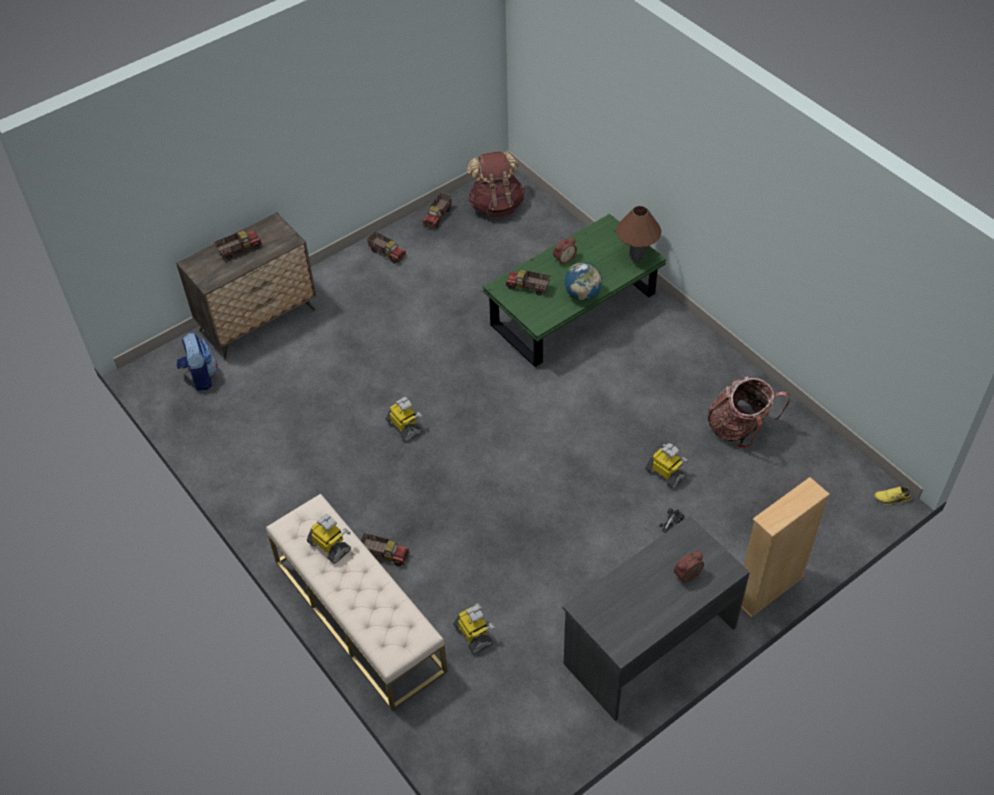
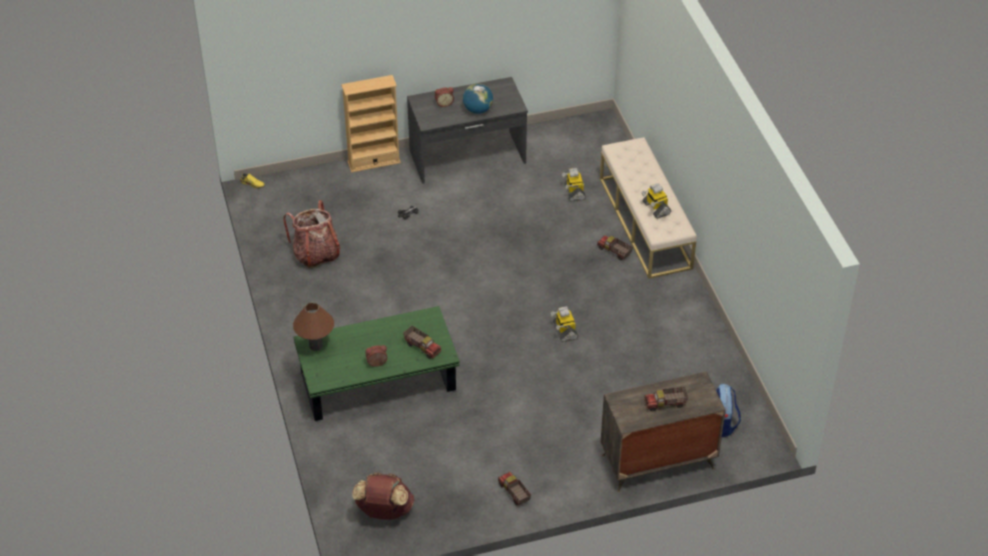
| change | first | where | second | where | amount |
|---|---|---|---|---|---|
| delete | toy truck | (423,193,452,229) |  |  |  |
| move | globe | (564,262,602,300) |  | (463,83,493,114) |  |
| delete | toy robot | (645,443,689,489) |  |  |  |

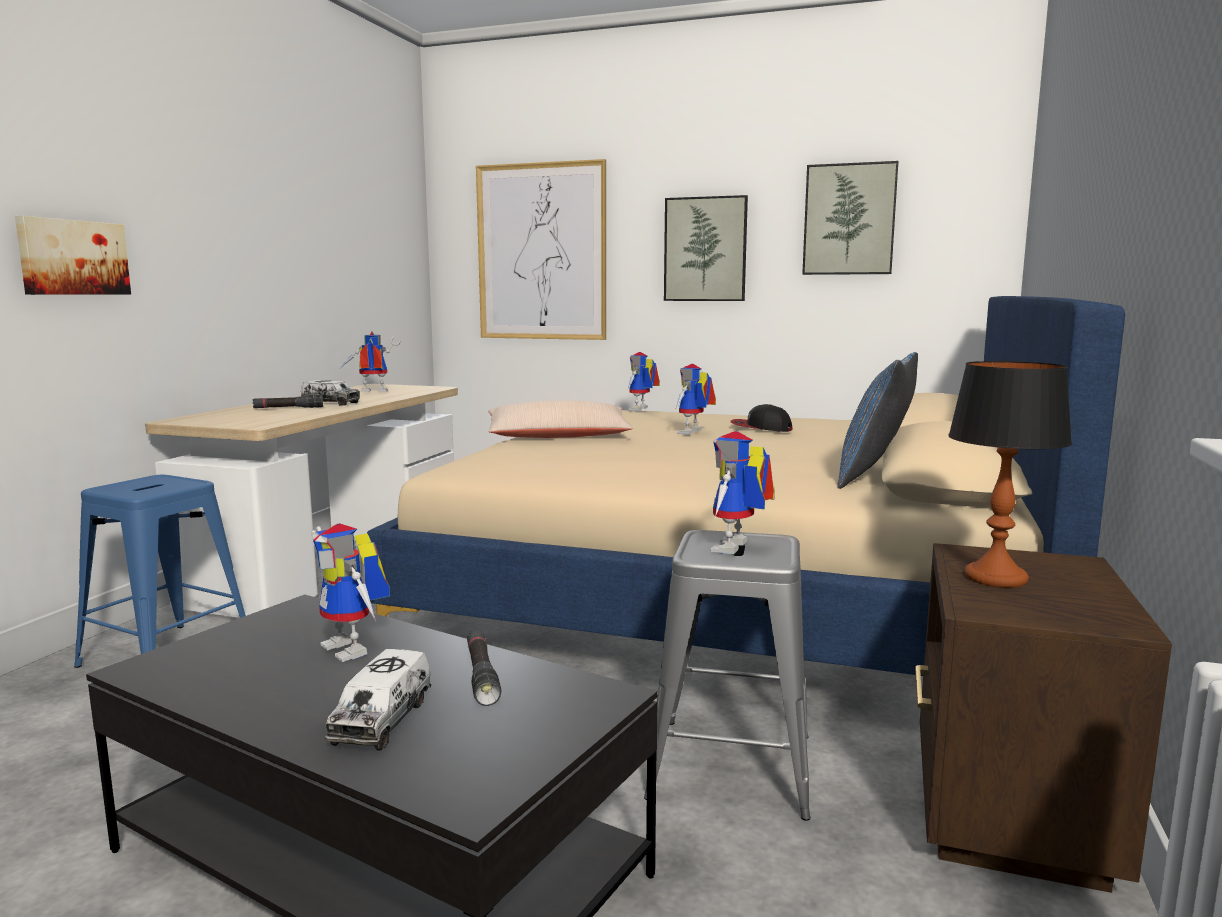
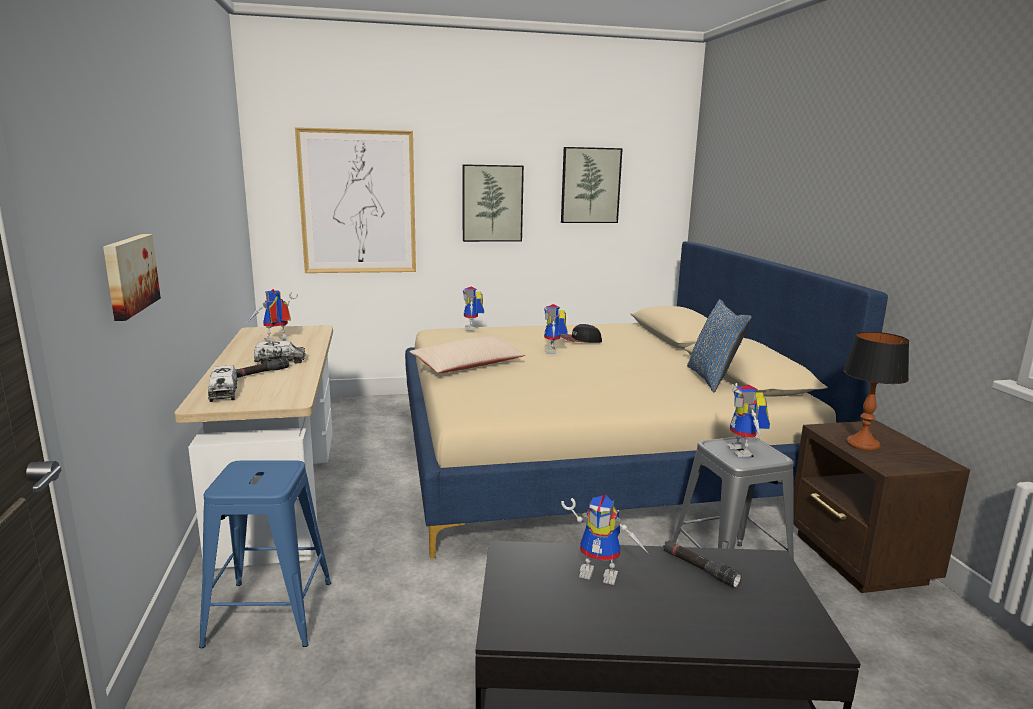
| change | first | where | second | where | amount |
|---|---|---|---|---|---|
| move | toy truck | (325,649,431,751) |  | (208,366,237,402) |  |

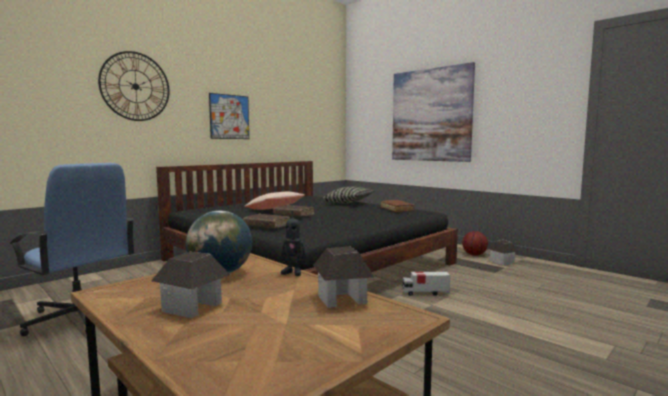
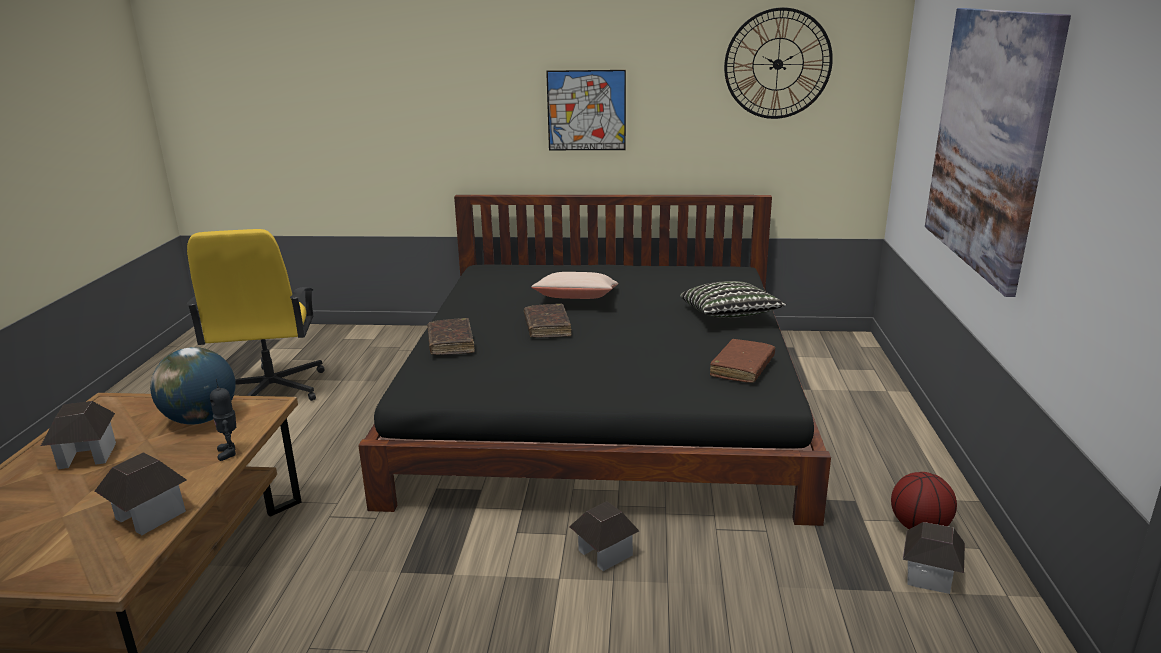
| change | first | where | second | where | amount |
|---|---|---|---|---|---|
| move | wall clock | (98,51,170,121) |  | (724,7,833,119) |  |
| recolor | blue office chair | (9,163,134,336) | yellow office chair | (186,229,324,401) |  |
| replace | toy truck | (402,272,451,295) | toy house | (569,501,639,571) |  |

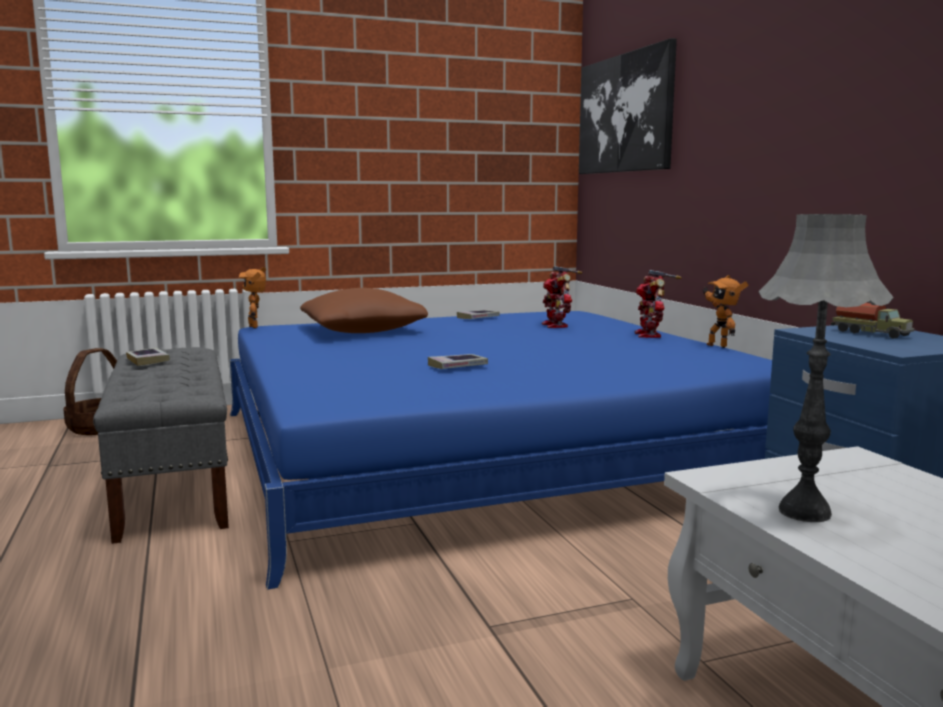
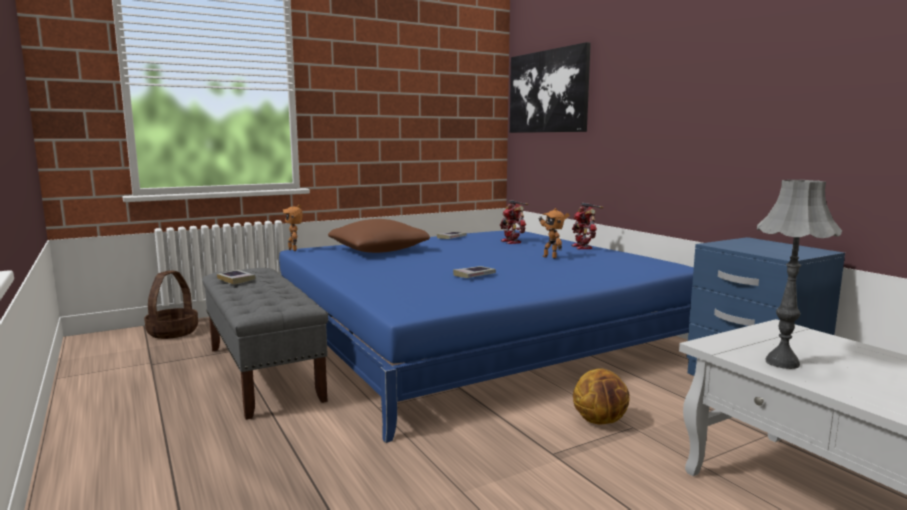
| change | first | where | second | where | amount |
|---|---|---|---|---|---|
| move | toy robot | (702,275,749,348) |  | (538,208,570,259) |  |
| delete | toy truck | (831,303,915,339) |  |  |  |
| insert |  |  | basketball | (573,369,630,425) |  |

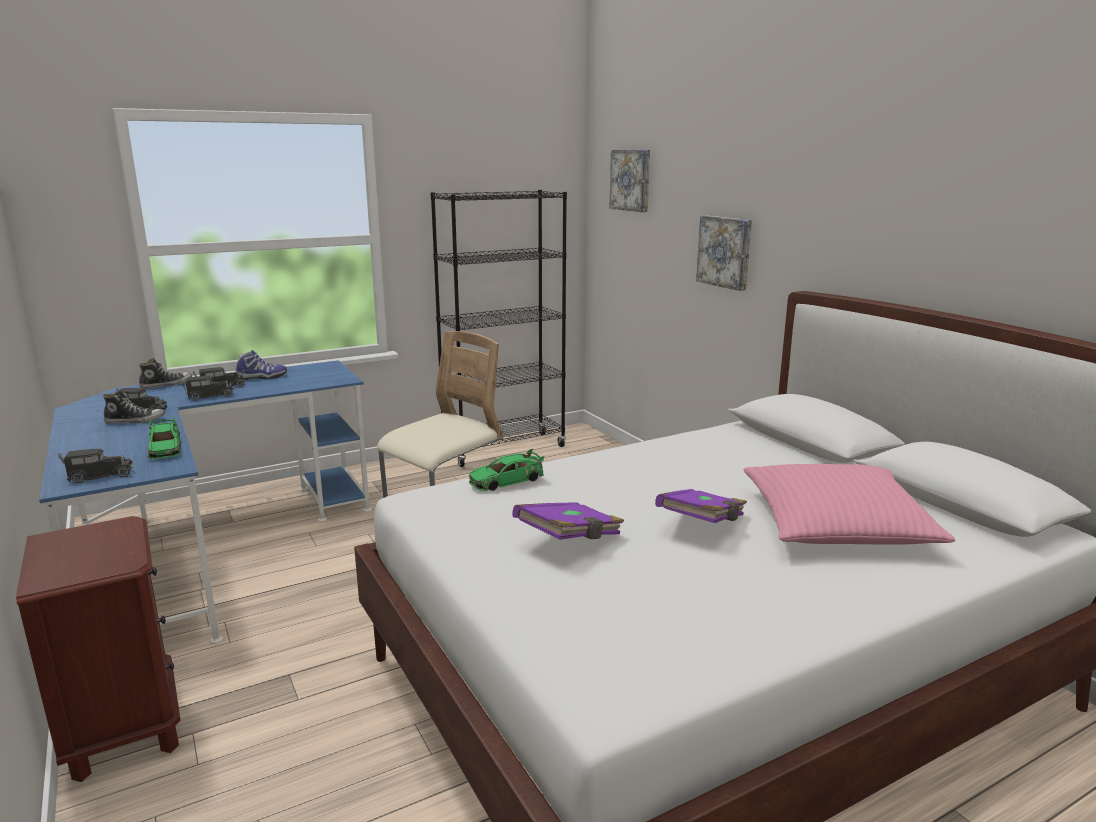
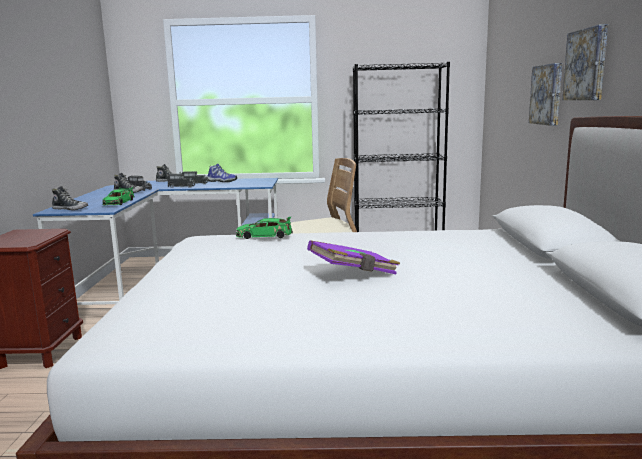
| change | first | where | second | where | amount |
|---|---|---|---|---|---|
| move | picture | (609,150,650,212) |  | (562,24,608,100) |  |
| replace | toy truck | (58,449,134,483) | shoe | (52,186,88,210) |  |
| delete | pink pillow | (743,464,955,545) |  |  |  |
| delete | purple book | (512,502,624,540) |  |  |  |

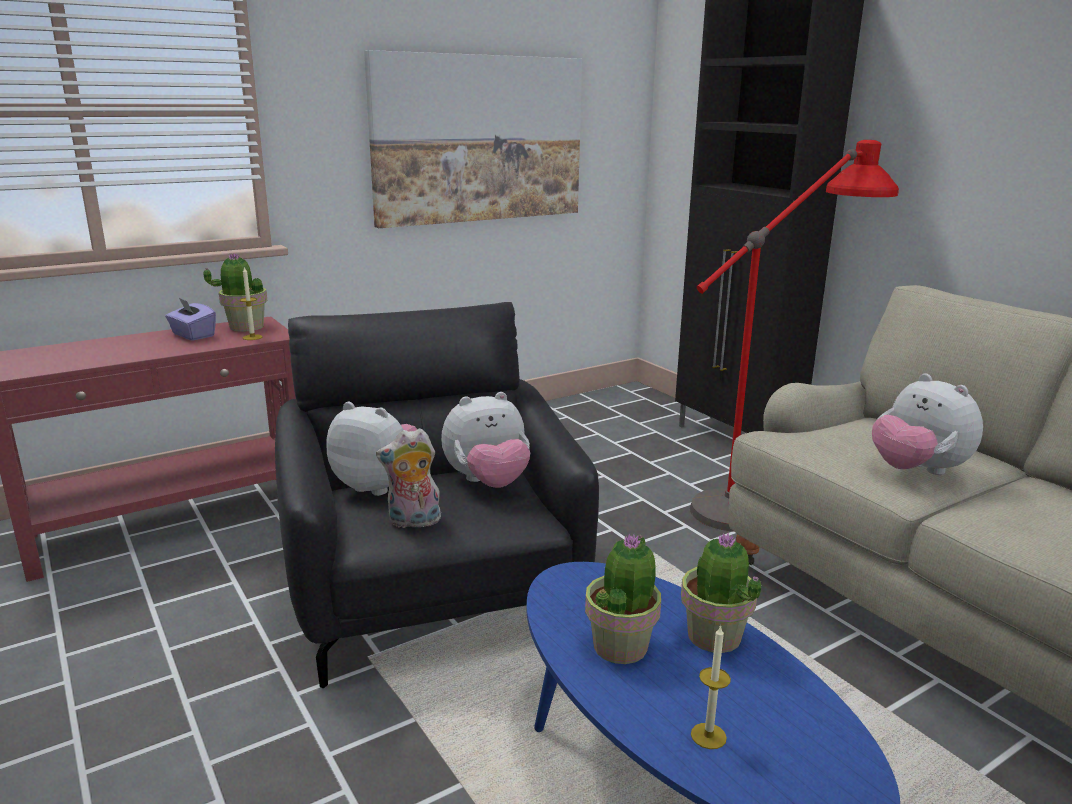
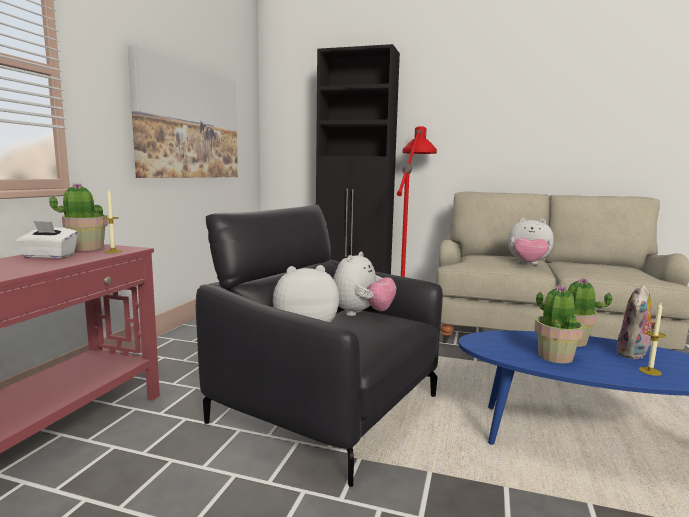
| change | first | where | second | where | amount |
|---|---|---|---|---|---|
| recolor | purple tissue box | (165,298,216,341) | white tissue box | (17,221,78,258) |  |
| move | plush toy | (376,428,441,530) |  | (616,284,655,359) |  |

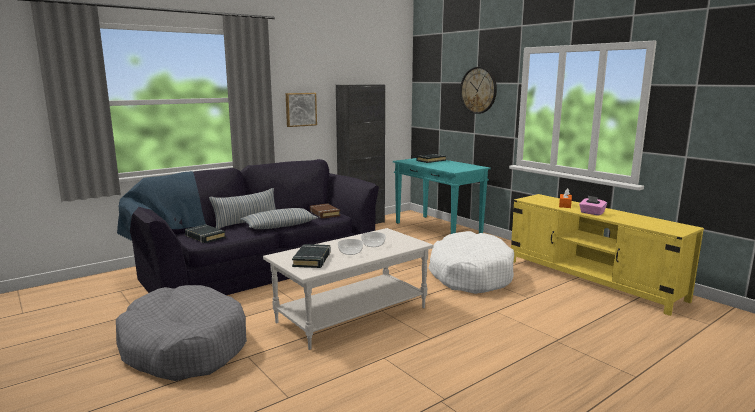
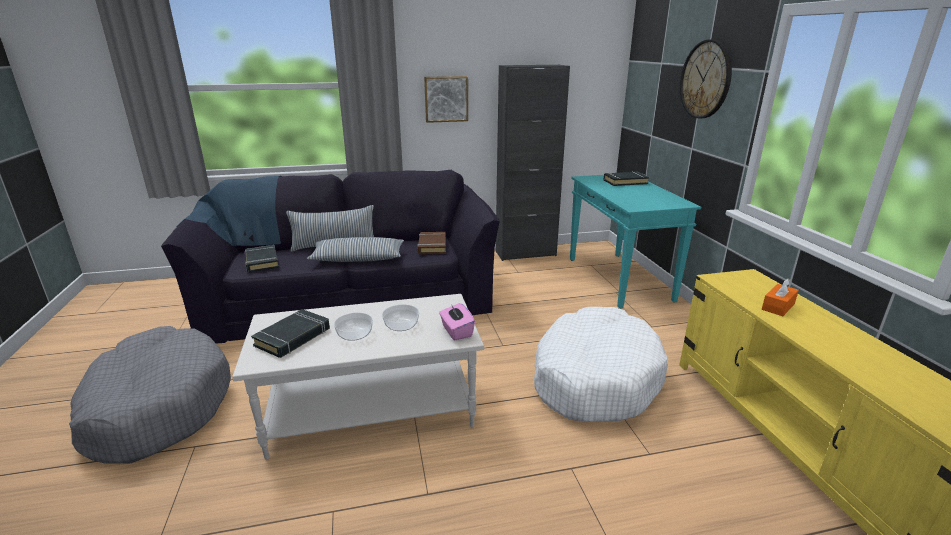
| change | first | where | second | where | amount |
|---|---|---|---|---|---|
| move | pink tissue box | (579,196,607,216) |  | (439,303,475,340) |  |

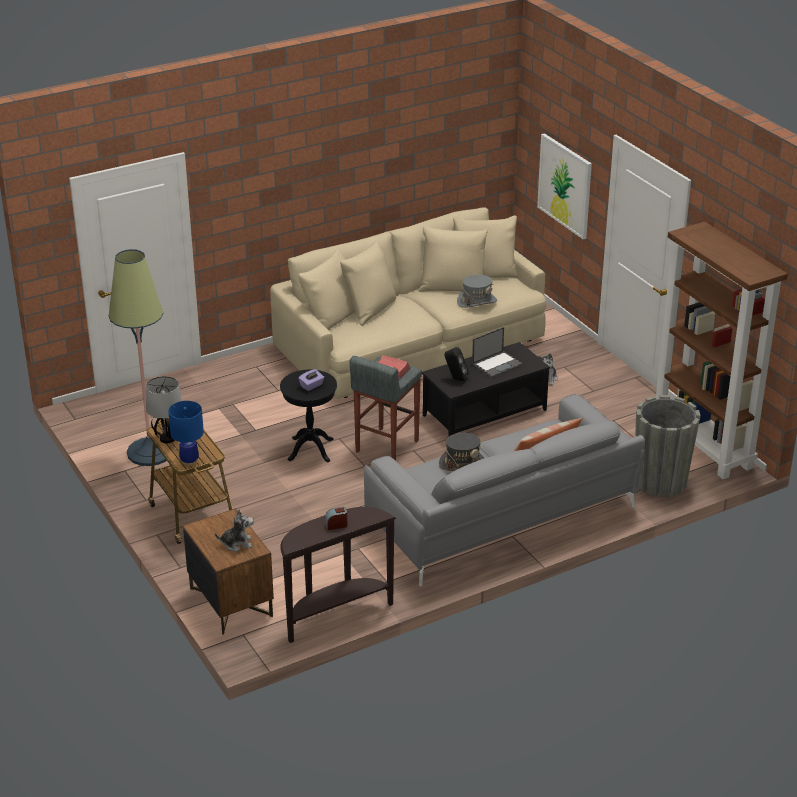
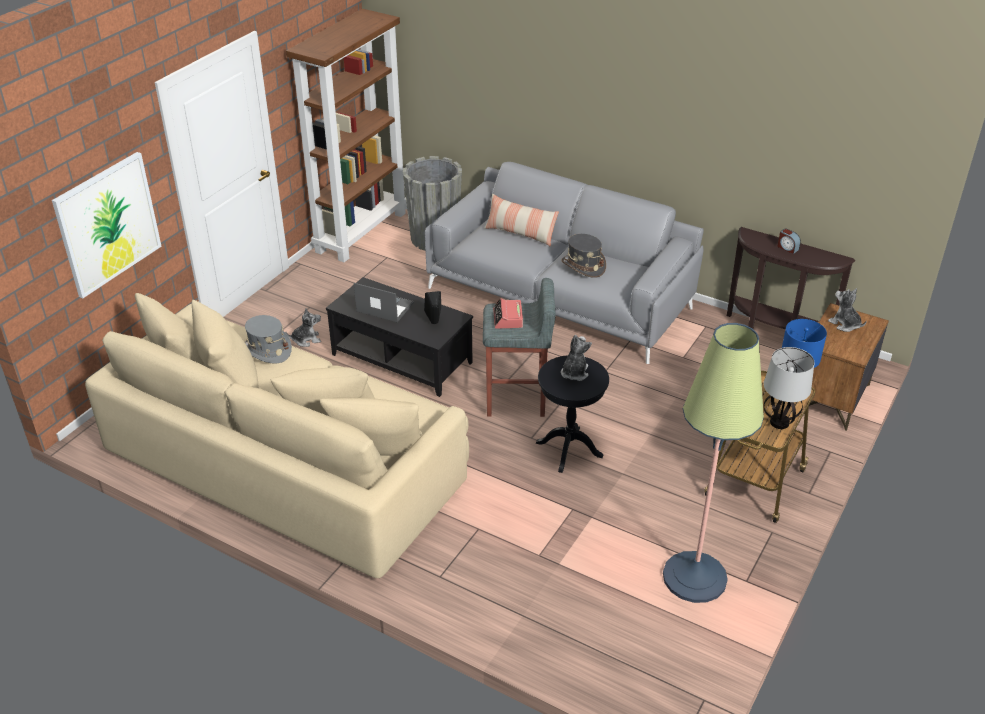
| change | first | where | second | where | amount |
|---|---|---|---|---|---|
| replace | purple tissue box | (299,369,324,391) | plush toy | (561,335,592,381) |  |

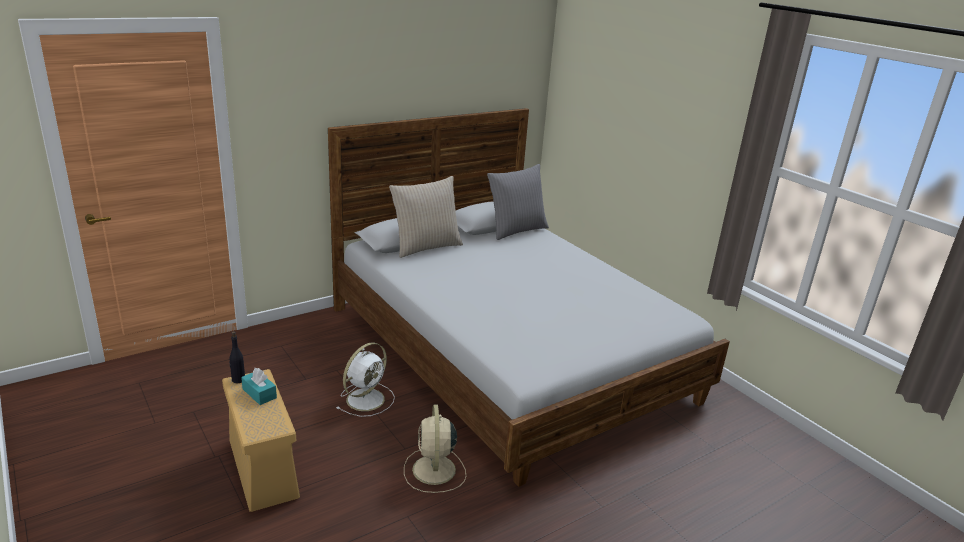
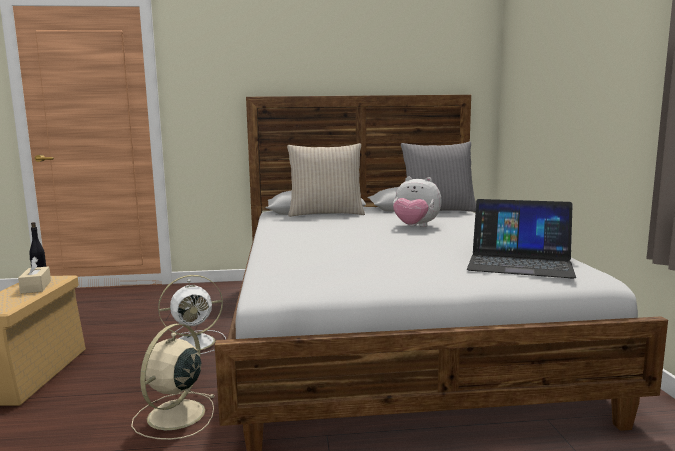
| change | first | where | second | where | amount |
|---|---|---|---|---|---|
| recolor | turquoise tissue box | (241,368,277,405) | beige tissue box | (18,257,51,294) |  |
| insert |  |  | plush toy | (393,176,442,227) |  |
| insert |  |  | laptop | (467,199,576,279) |  |

